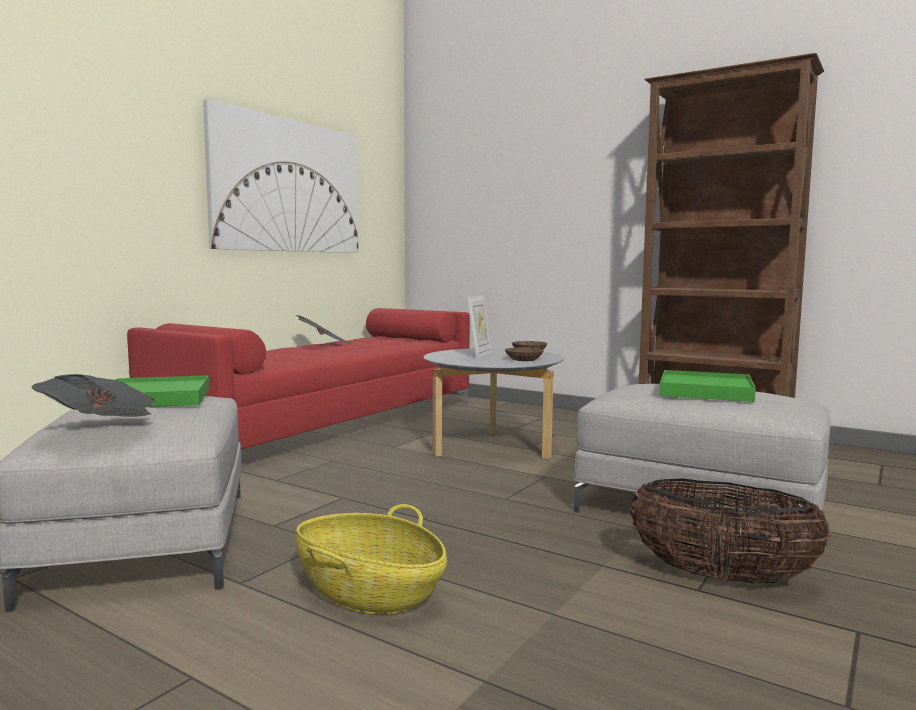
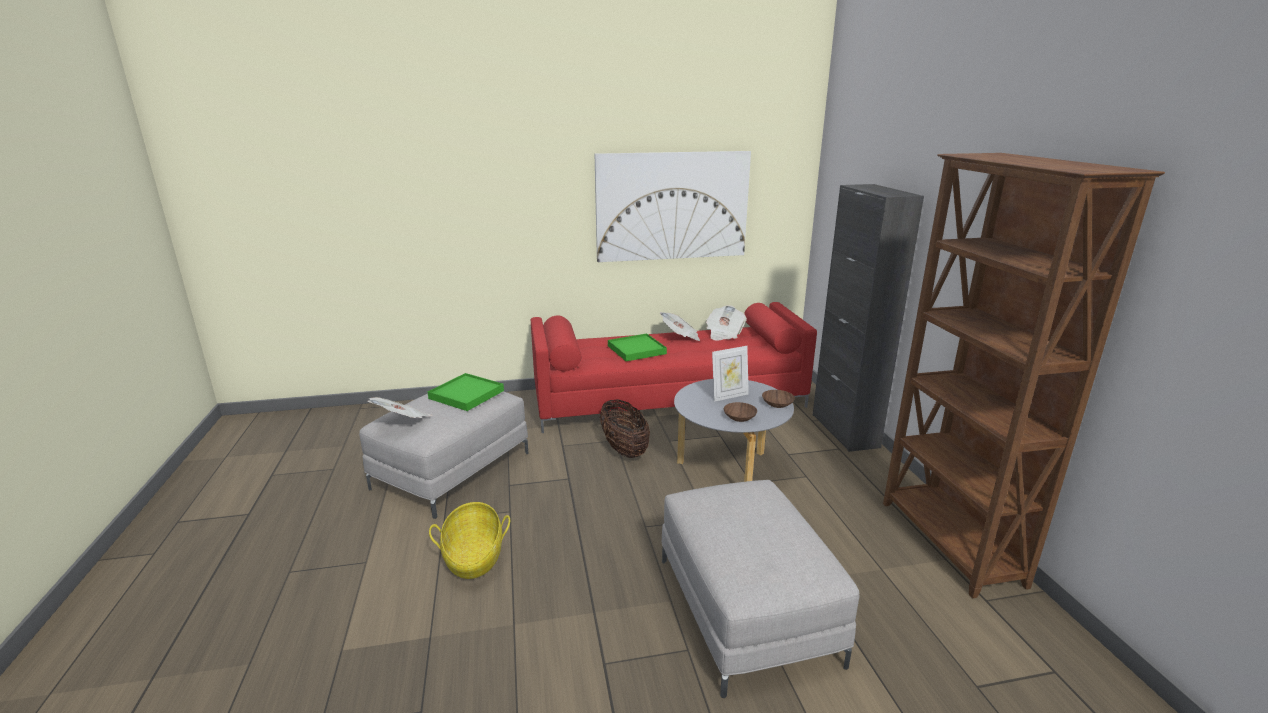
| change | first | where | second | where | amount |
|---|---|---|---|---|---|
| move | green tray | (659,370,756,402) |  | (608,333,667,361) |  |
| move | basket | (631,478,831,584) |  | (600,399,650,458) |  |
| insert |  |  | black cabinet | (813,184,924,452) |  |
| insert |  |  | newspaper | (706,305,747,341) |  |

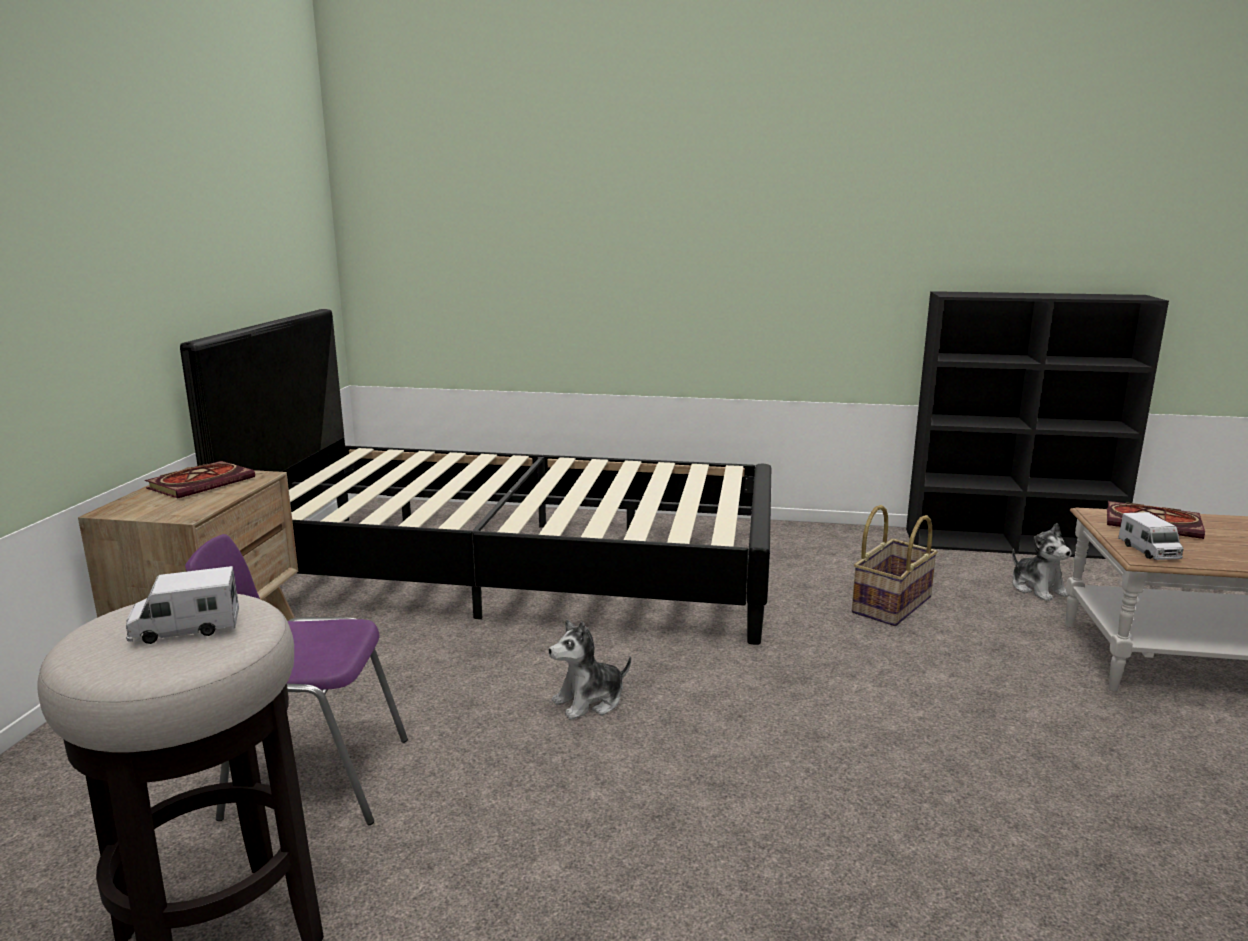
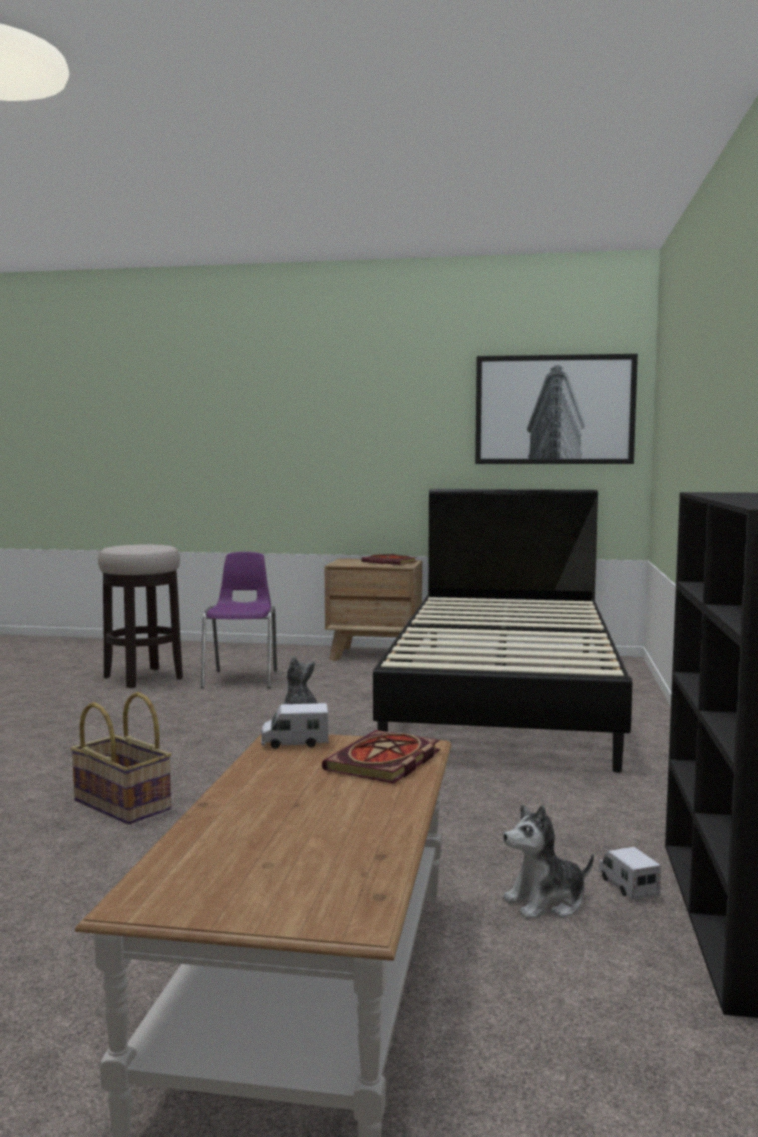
| change | first | where | second | where | amount |
|---|---|---|---|---|---|
| move | basket | (852,505,938,626) |  | (70,692,172,825) |  |
| move | toy truck | (126,566,239,644) |  | (598,847,661,900) |  |
| insert |  |  | picture | (475,354,638,464) |  |

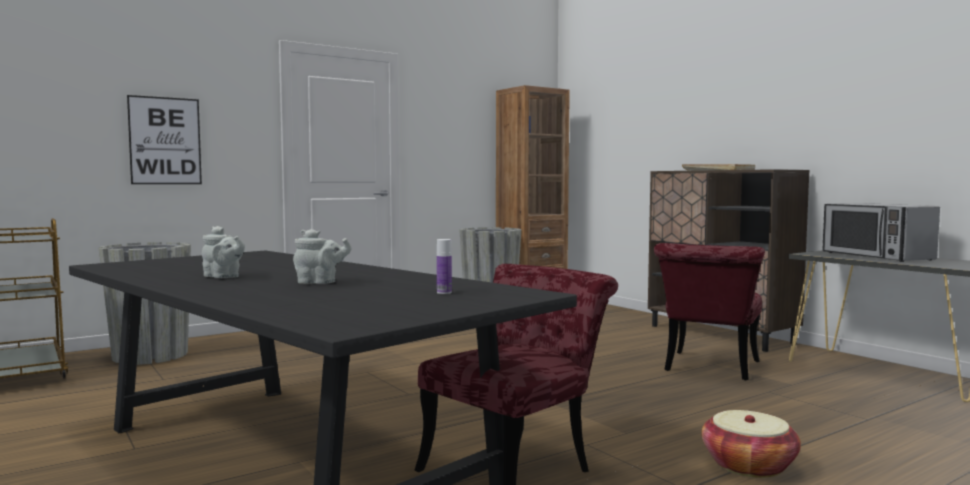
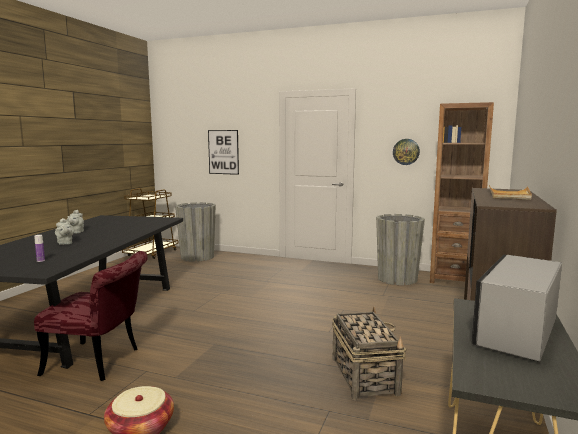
| change | first | where | second | where | amount |
|---|---|---|---|---|---|
| replace | red chair | (654,243,765,380) | basket | (332,307,406,400) |  |
| insert |  |  | wall clock | (393,139,420,165) |  |

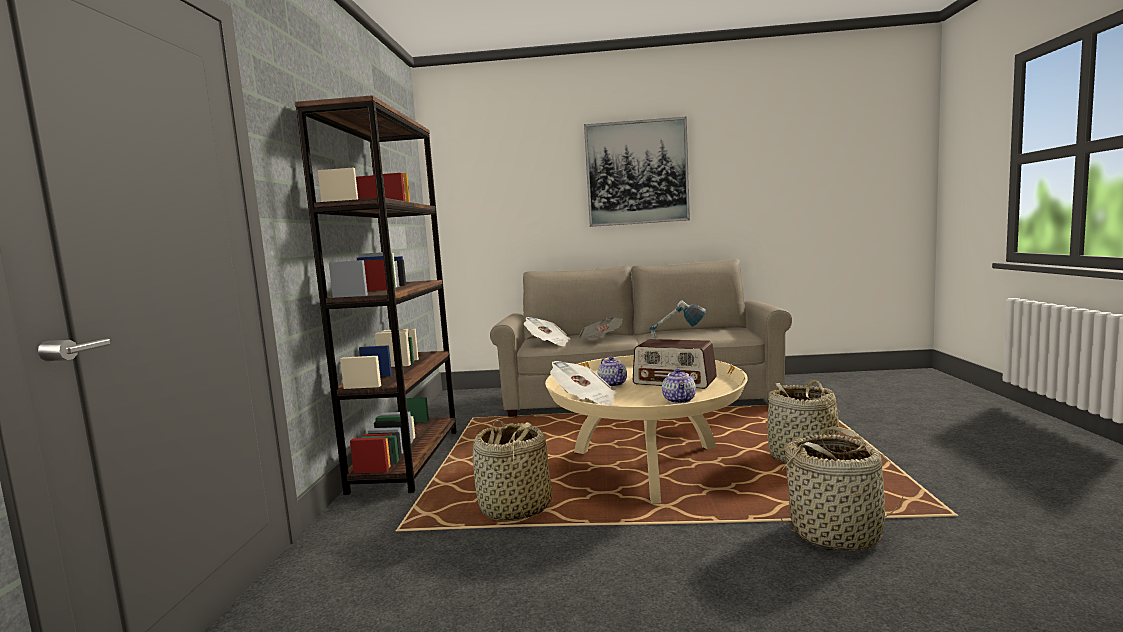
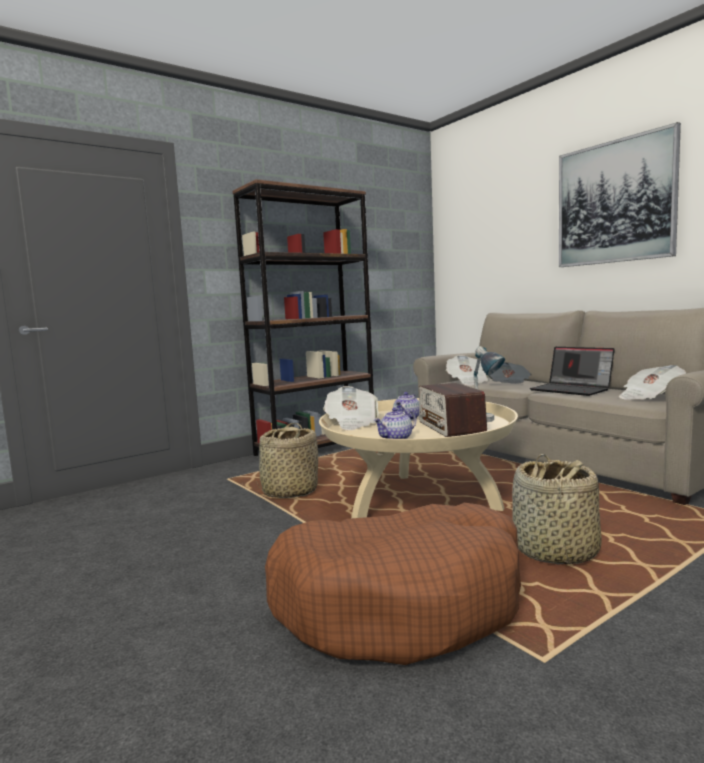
| change | first | where | second | where | amount |
|---|---|---|---|---|---|
| replace | basket | (779,427,903,551) | brown dog bed | (265,503,521,665) |  |
| insert |  |  | laptop | (530,347,615,396) |  |
| insert |  |  | newspaper | (619,365,686,400) |  |

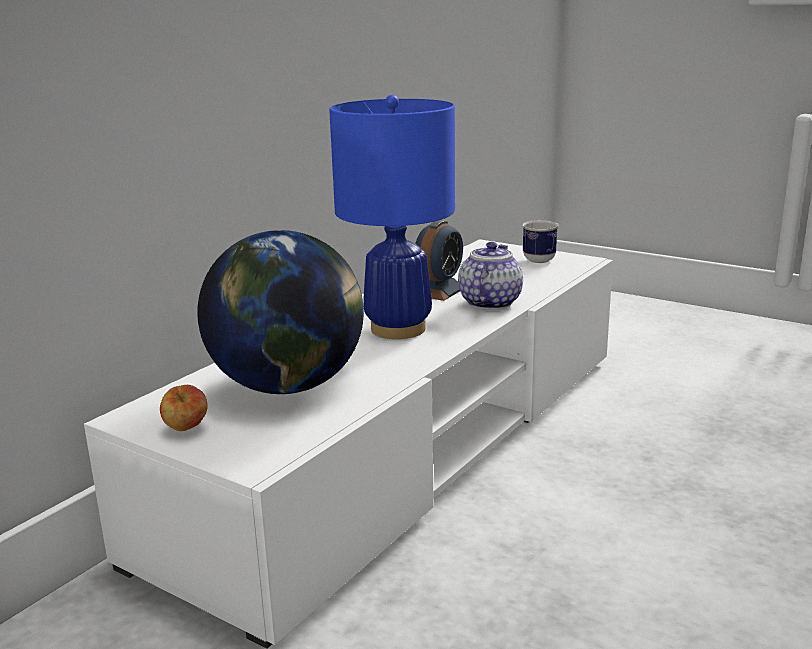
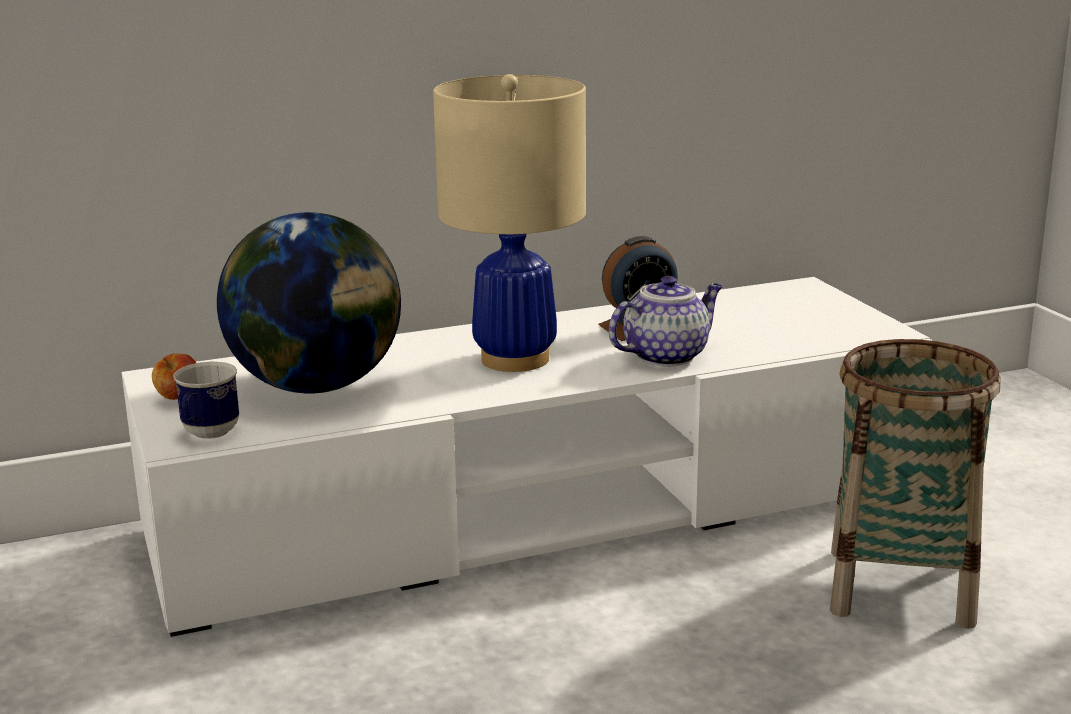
| change | first | where | second | where | amount |
|---|---|---|---|---|---|
| recolor | blue table lamp | (329,95,455,339) | beige table lamp | (433,74,586,372) |  |
| move | mug | (522,220,558,263) |  | (173,362,239,439) |  |
| insert |  |  | basket | (830,339,1001,629) |  |

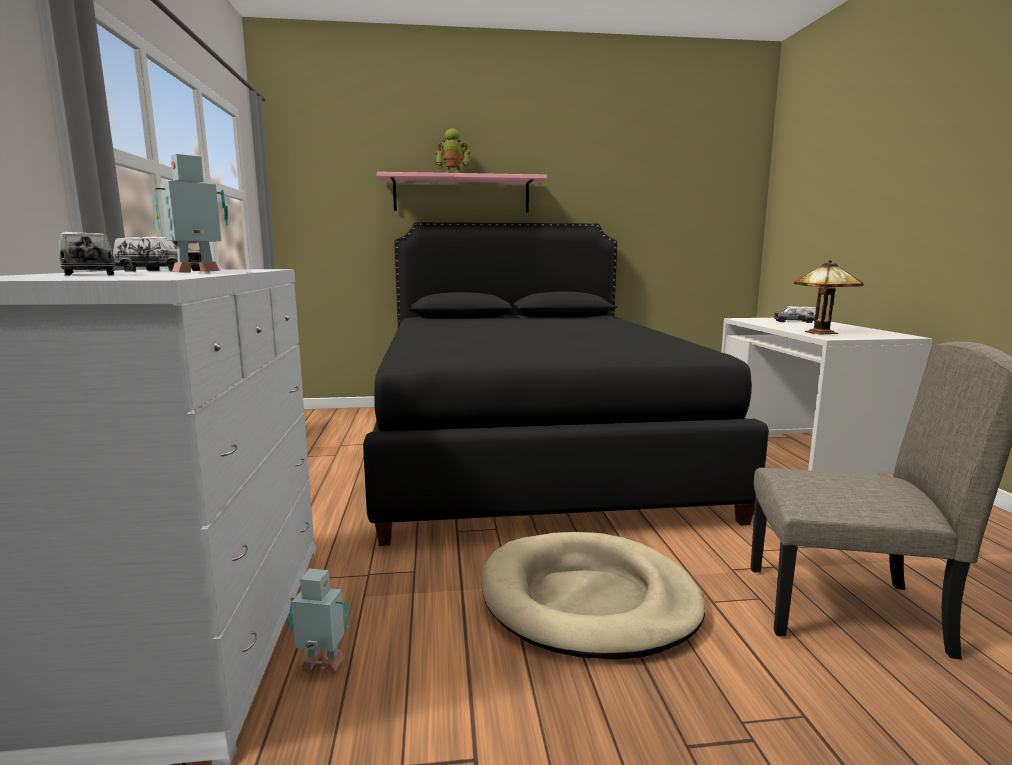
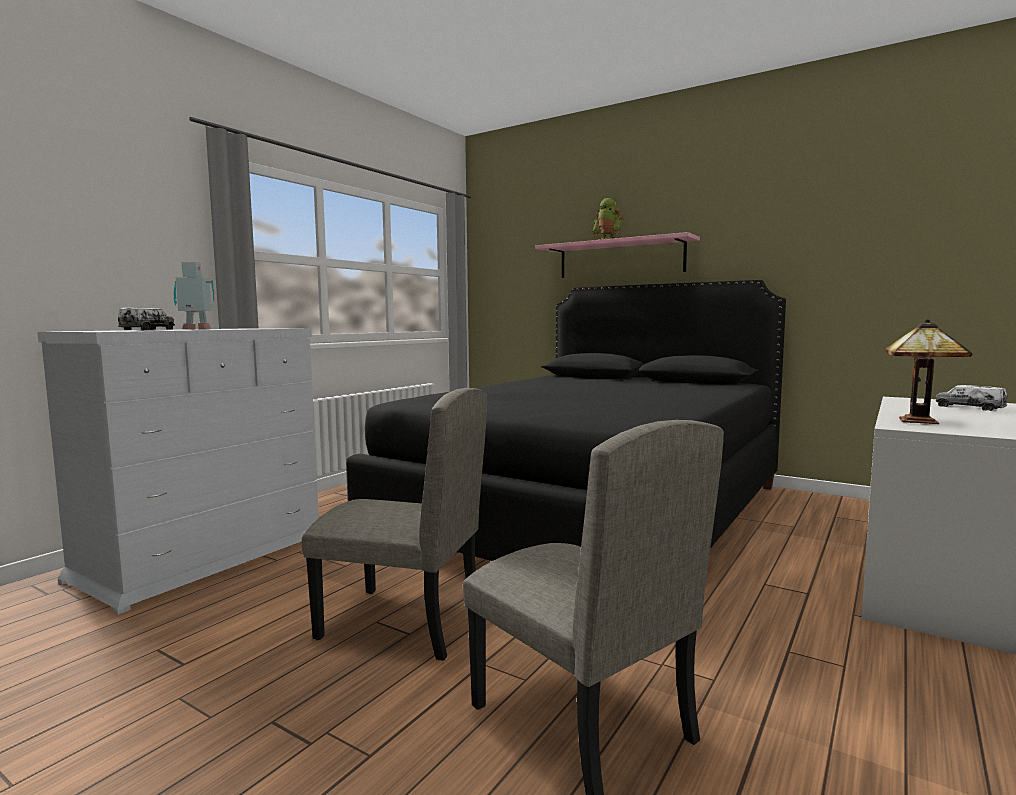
| change | first | where | second | where | amount |
|---|---|---|---|---|---|
| delete | toy truck | (113,237,202,272) |  |  |  |
| replace | beige dog bed | (482,532,705,660) | beige chair | (302,388,487,661) |  |
| delete | toy robot | (289,568,349,672) |  |  |  |

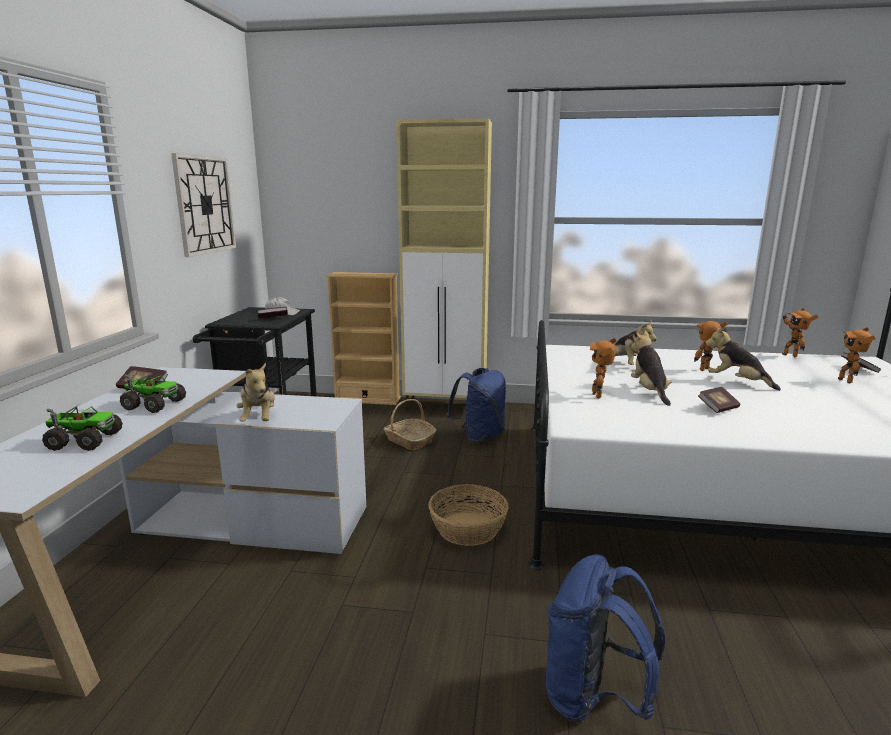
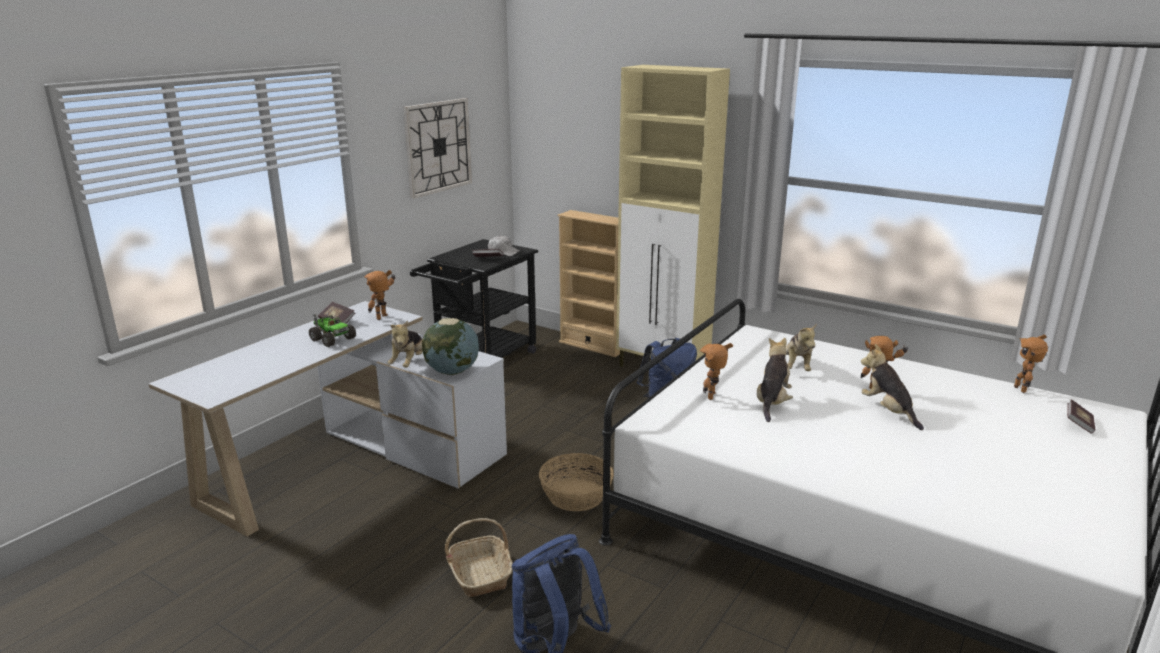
| change | first | where | second | where | amount |
|---|---|---|---|---|---|
| move | toy robot | (838,327,876,384) |  | (364,270,395,320) |  |
| delete | book | (698,387,740,413) |  |  |  |
| move | basket | (384,399,437,451) |  | (445,518,513,597) |  |
| delete | toy truck | (42,406,123,451) |  |  |  |
| insert |  |  | globe | (422,318,479,375) |  |

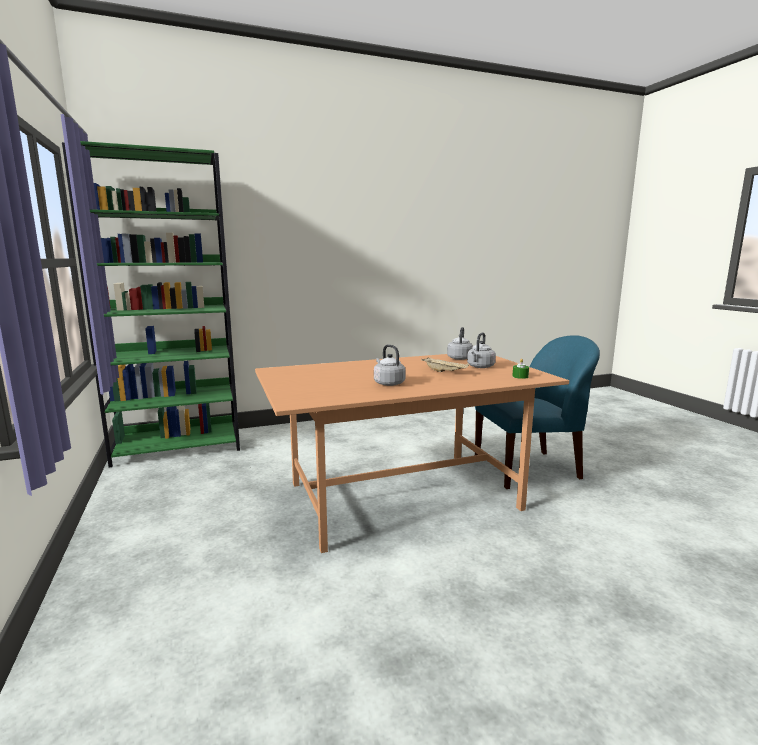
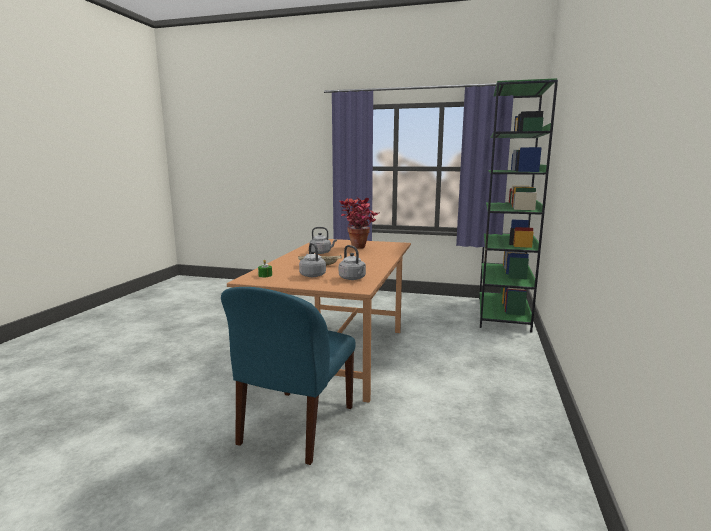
| change | first | where | second | where | amount |
|---|---|---|---|---|---|
| insert |  |  | potted plant | (339,197,378,249) |  |

